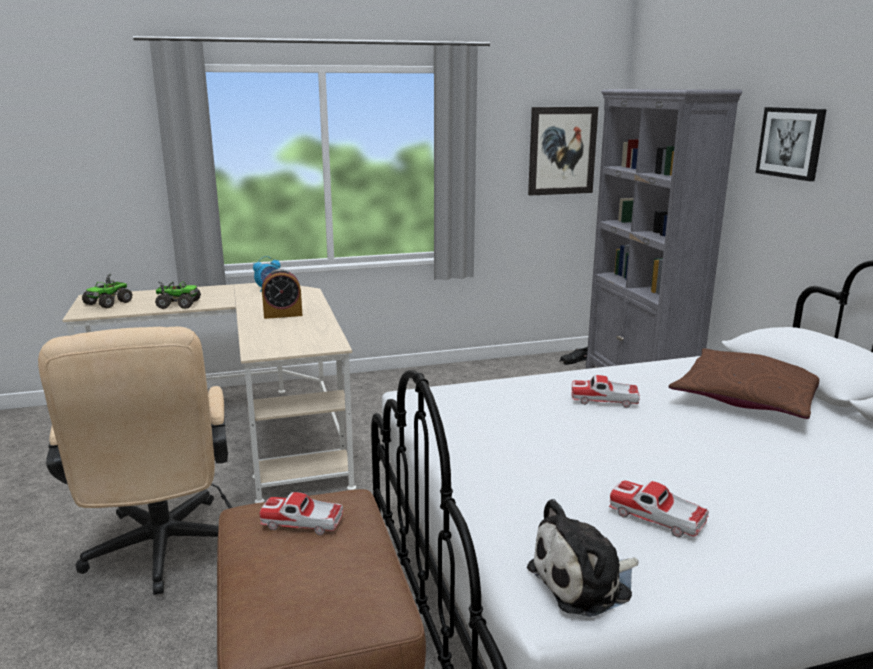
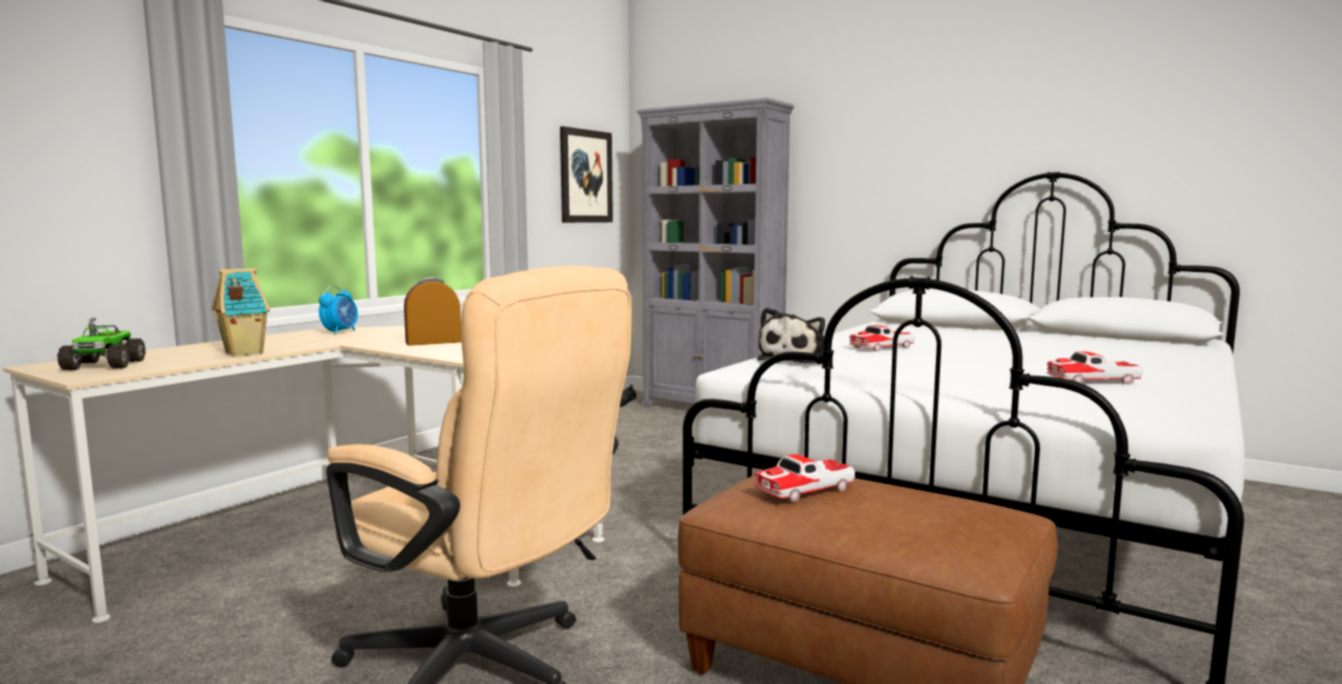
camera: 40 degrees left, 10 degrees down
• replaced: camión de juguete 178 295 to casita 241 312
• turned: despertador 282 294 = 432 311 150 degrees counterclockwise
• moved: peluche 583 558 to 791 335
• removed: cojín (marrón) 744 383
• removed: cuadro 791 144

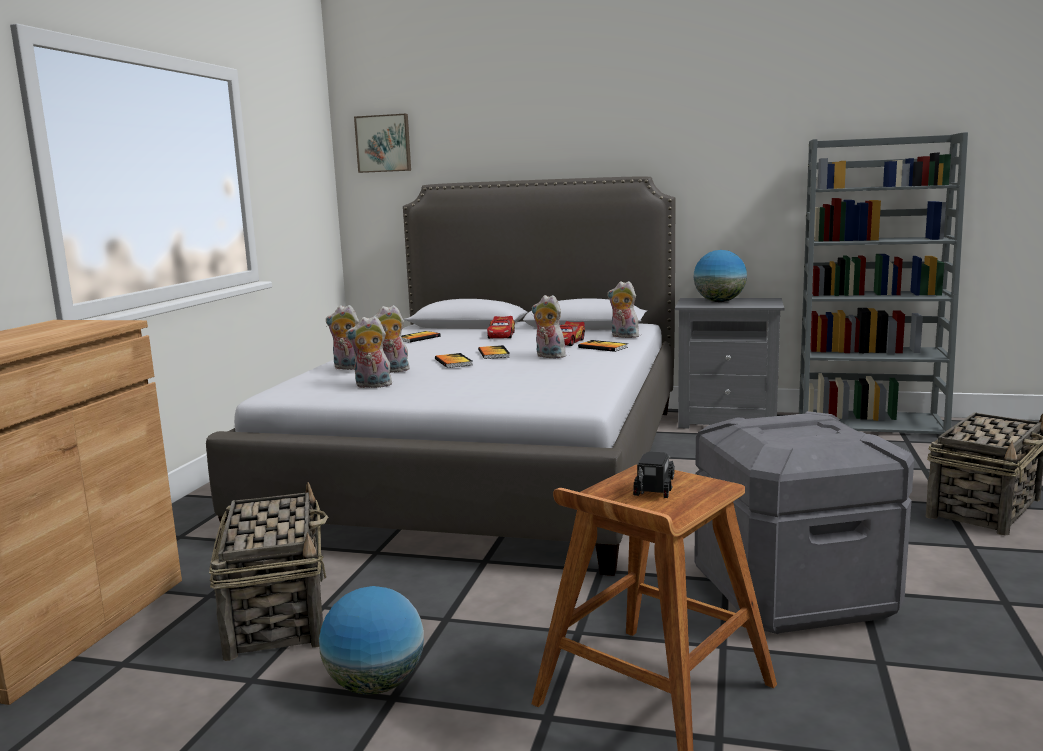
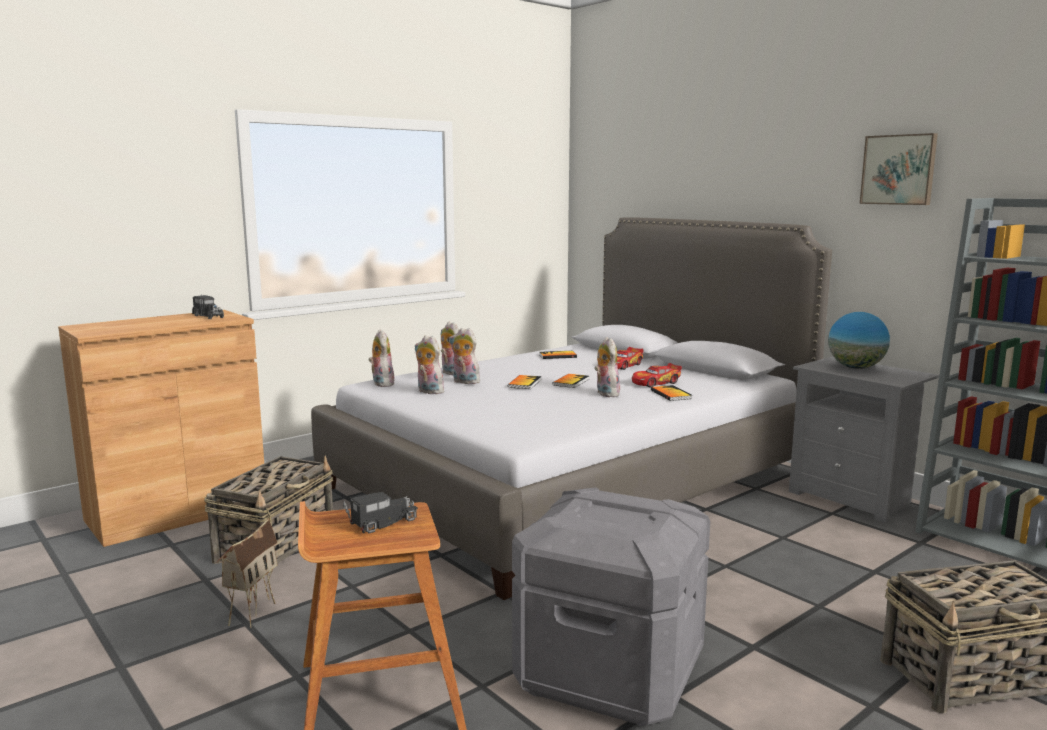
camera: 35 degrees right, 0 degrees up
• added: camión de juguete 208 306
• replaced: globo terráqueo 371 640 to casita 246 573
• moved: peluche 623 309 to 381 358
• moved: cuadro 382 143 to 899 169

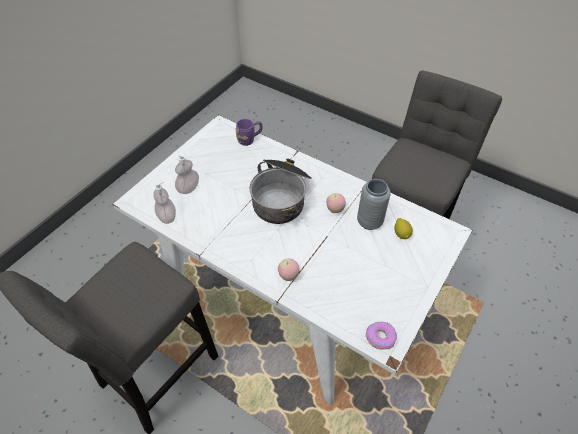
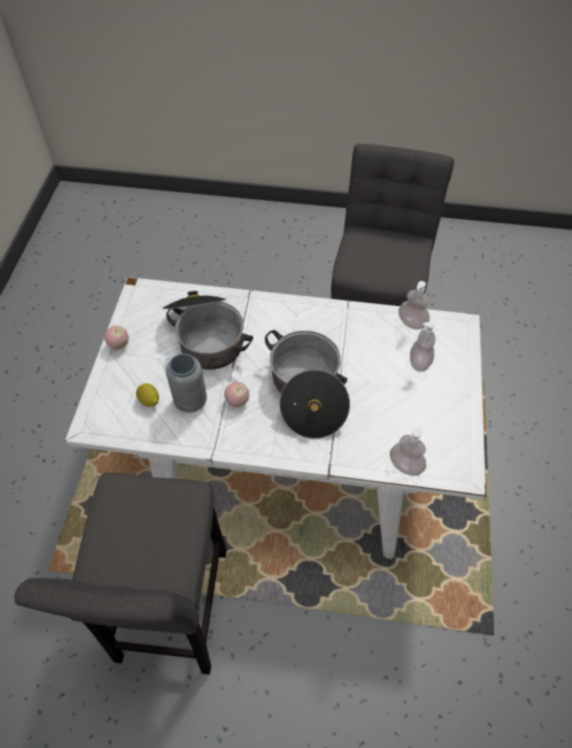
camera: 155 degrees right, 5 degrees up
• moved: manzana 289 270 to 116 338
• added: olla 208 330
• replaced: taza grande (morado) 249 132 to dispensador de jabón 408 451
• removed: rosquilla 381 336

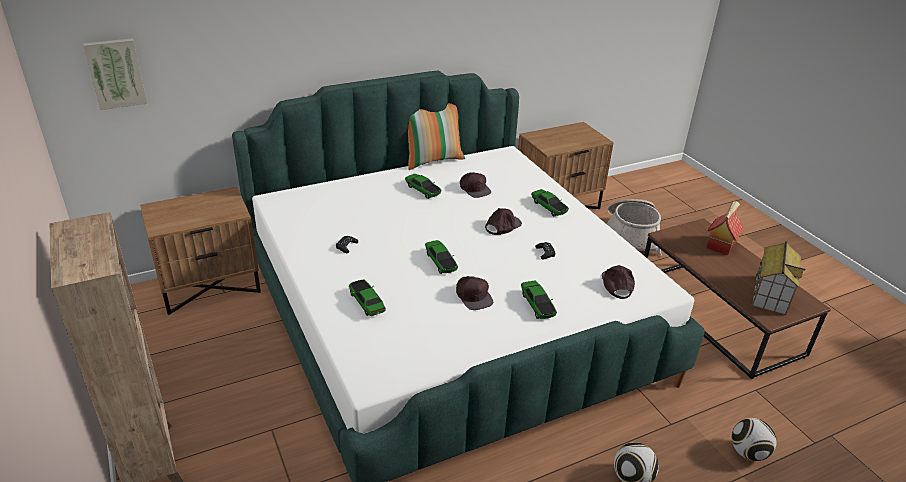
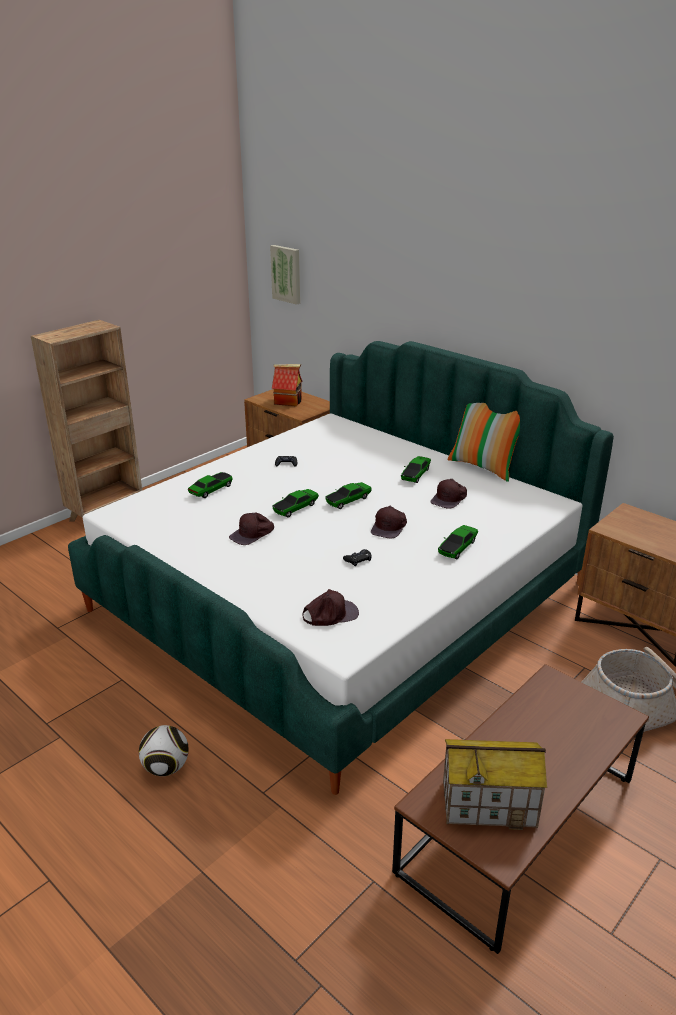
camera: 70 degrees right, 5 degrees down
• moved: casita 725 228 to 287 385
• moved: coche de juguete 539 300 to 348 495
• turned: gorra (marrón) 503 221 = 389 521 90 degrees clockwise
• removed: balón de fútbol 754 439

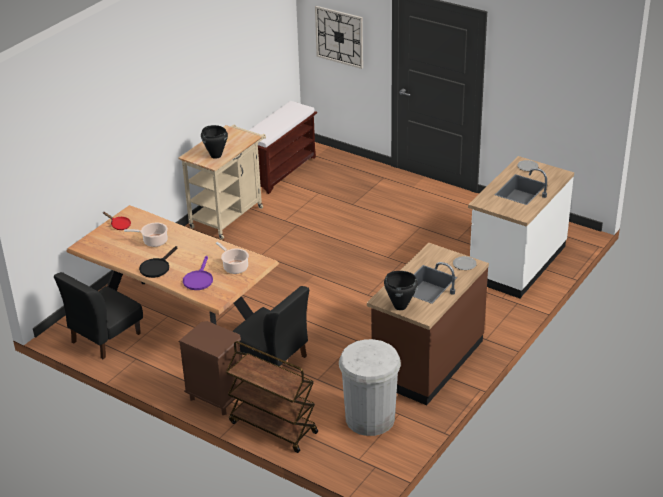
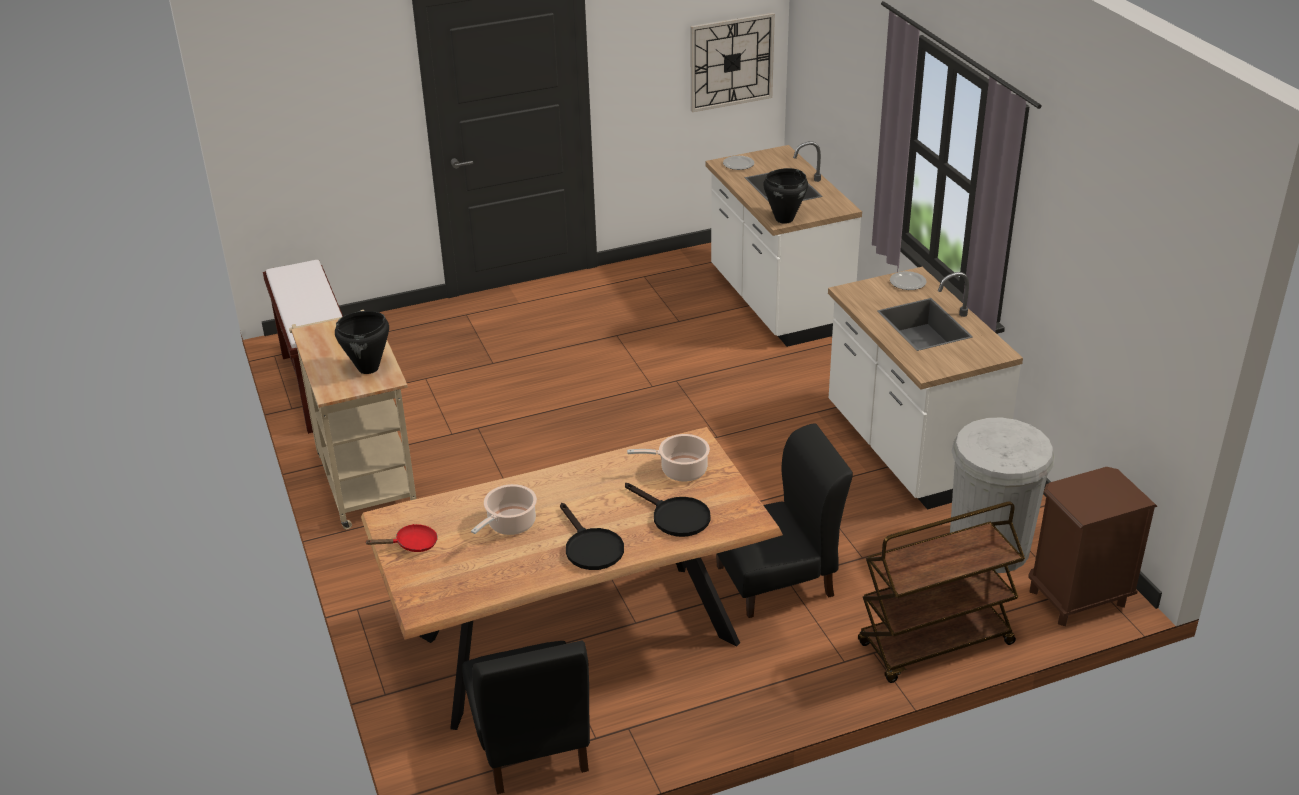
camera: 55 degrees left, 0 degrees up
• recoloured: sartén (morado) 198 273 to sartén (negro) 668 510
• moved: reloj de pared 339 37 to 732 62
• moved: olla (negro) 401 290 to 785 196
• recoloured: mueble bajo de cocina (marrón) 428 324 to mueble bajo de cocina (blanco) 925 388
• moved: mesita de noche (marrón) 210 368 to 1092 546

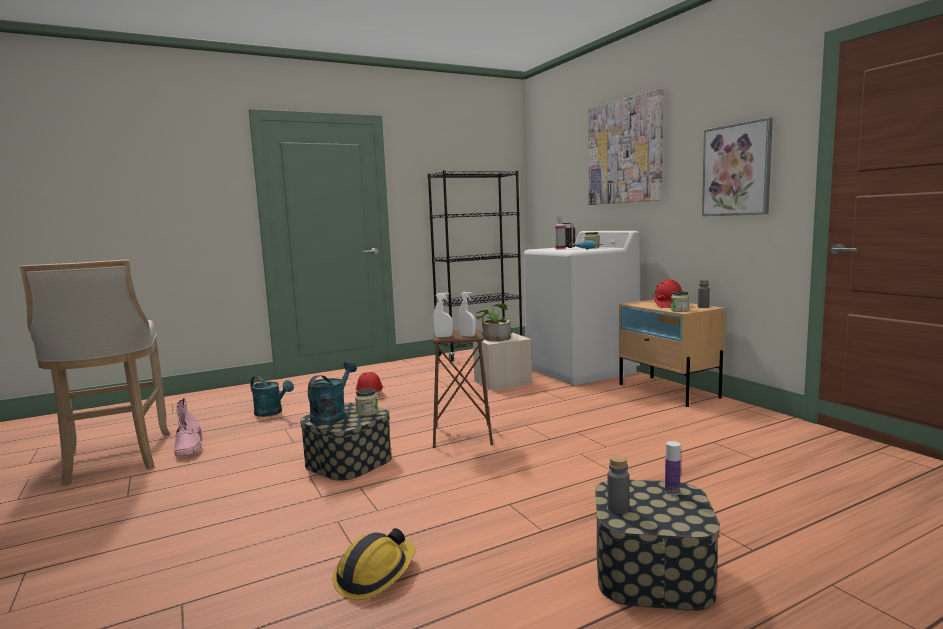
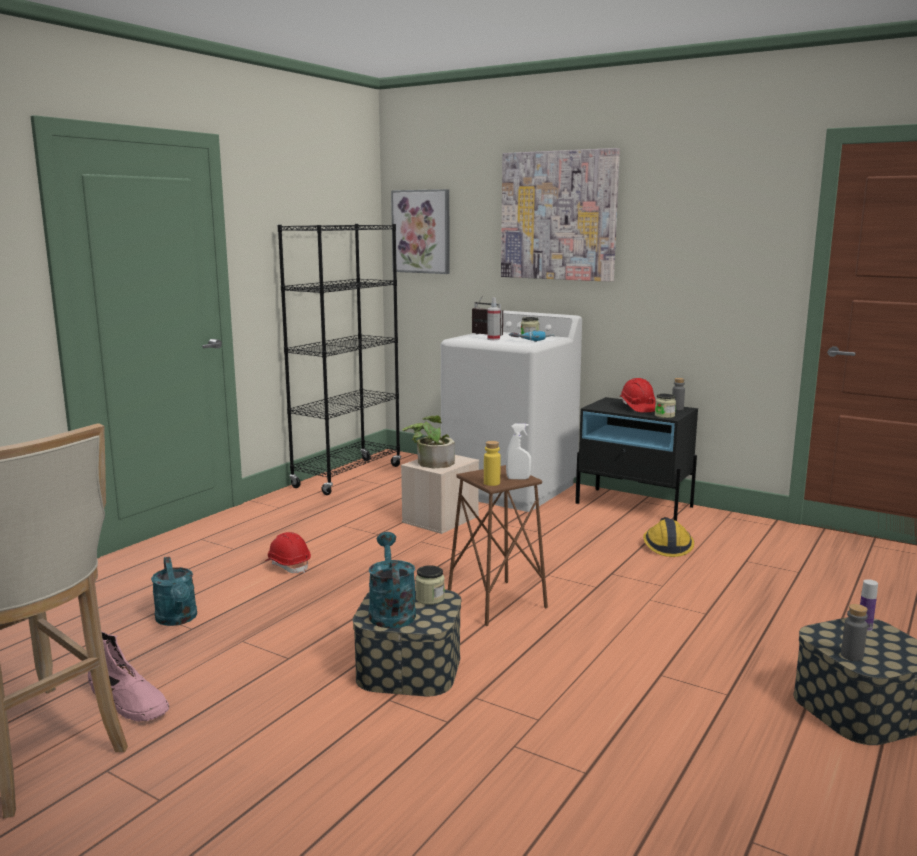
camera: 30 degrees left, 5 degrees up
• turned: regadera (turquesa) 272 396 = 174 591 60 degrees clockwise
• moved: cuadro 737 167 to 420 231
• replaced: pulverizador (blanco) 443 315 to botella (amarillo) 492 463
• recoloured: mesita de noche (beis) 672 353 to mesita de noche (negro) 636 459
• moved: casco 374 564 to 668 537

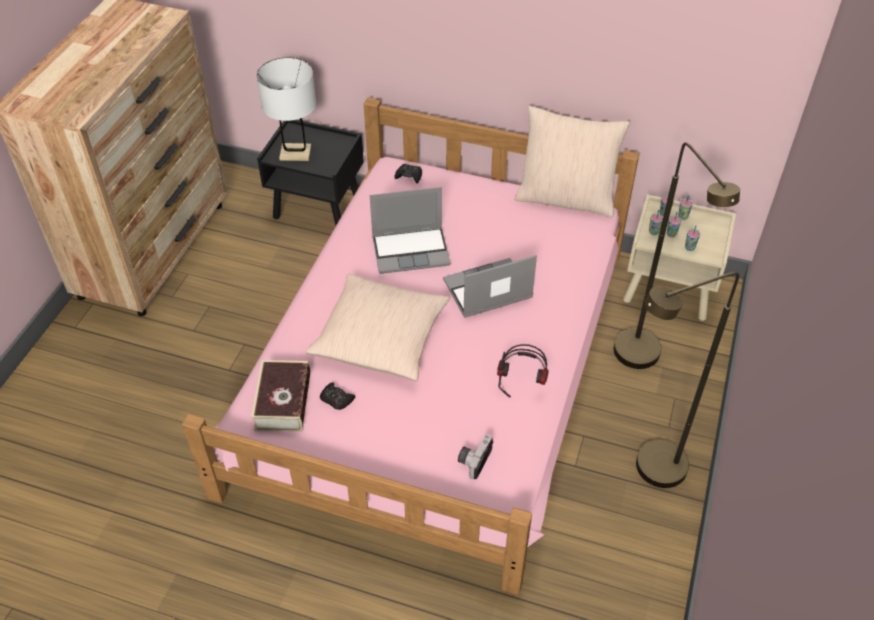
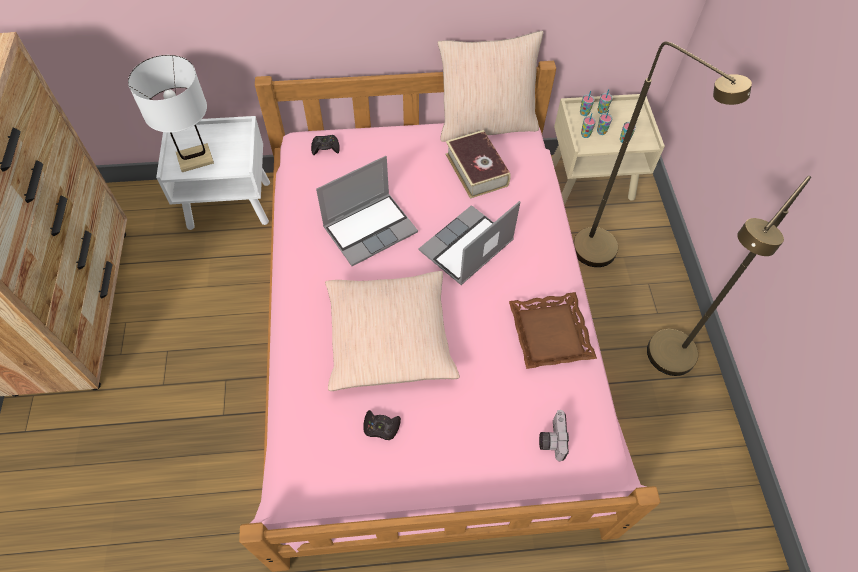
camera: 25 degrees left, 10 degrees up
• recoloured: mesita de noche (negro) 310 173 to mesita de noche (blanco) 213 173
• moved: libro 280 395 to 478 164
• replaced: auriculares 523 370 to bandeja (marrón) 553 330

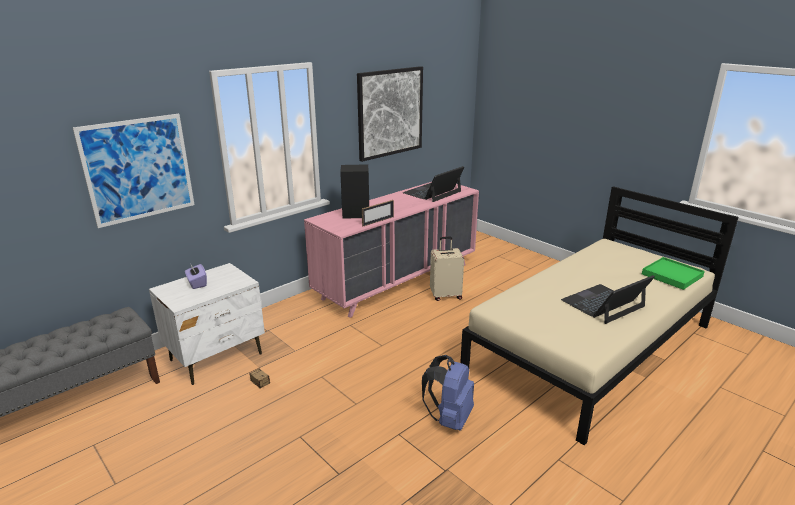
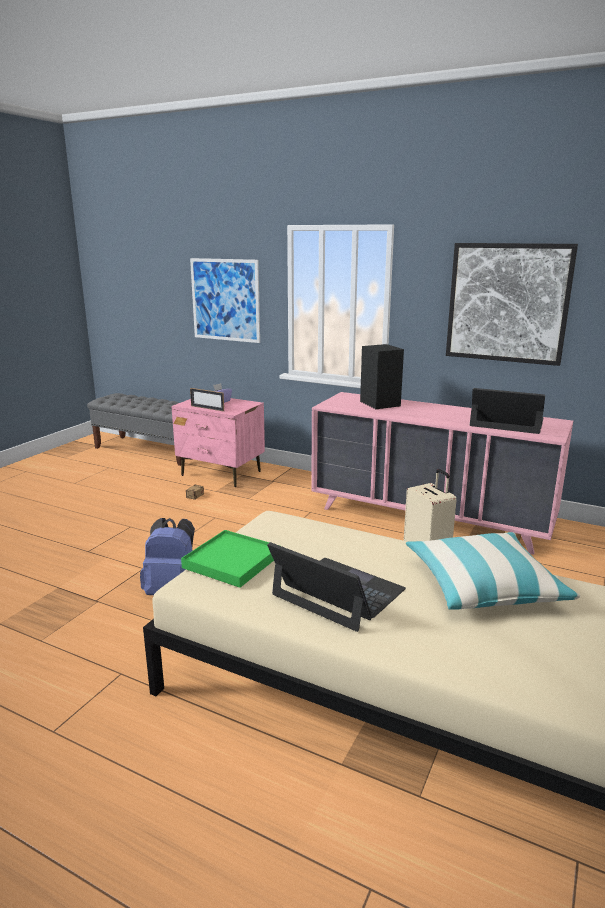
camera: 70 degrees right, 5 degrees down
• recoloured: mesita de noche (blanco) 207 324 to mesita de noche (rosa) 218 442
• moved: bandeja (verde) 673 273 to 230 559
• moved: portarretratos 378 213 to 207 399
• added: cojín 493 571

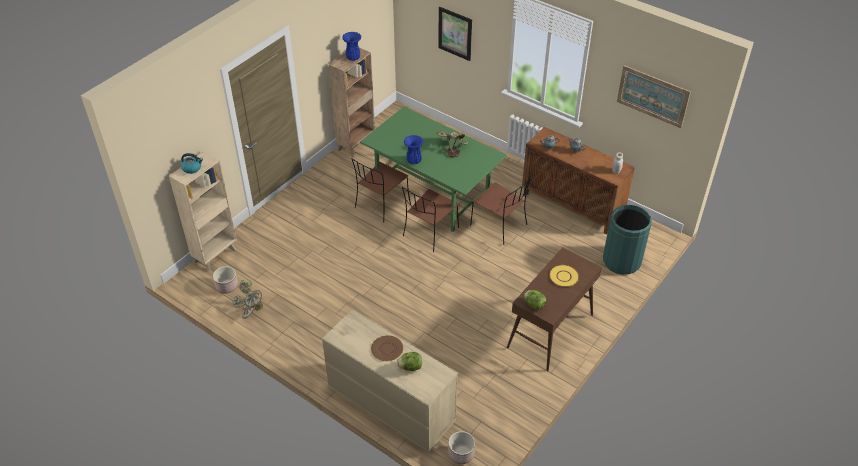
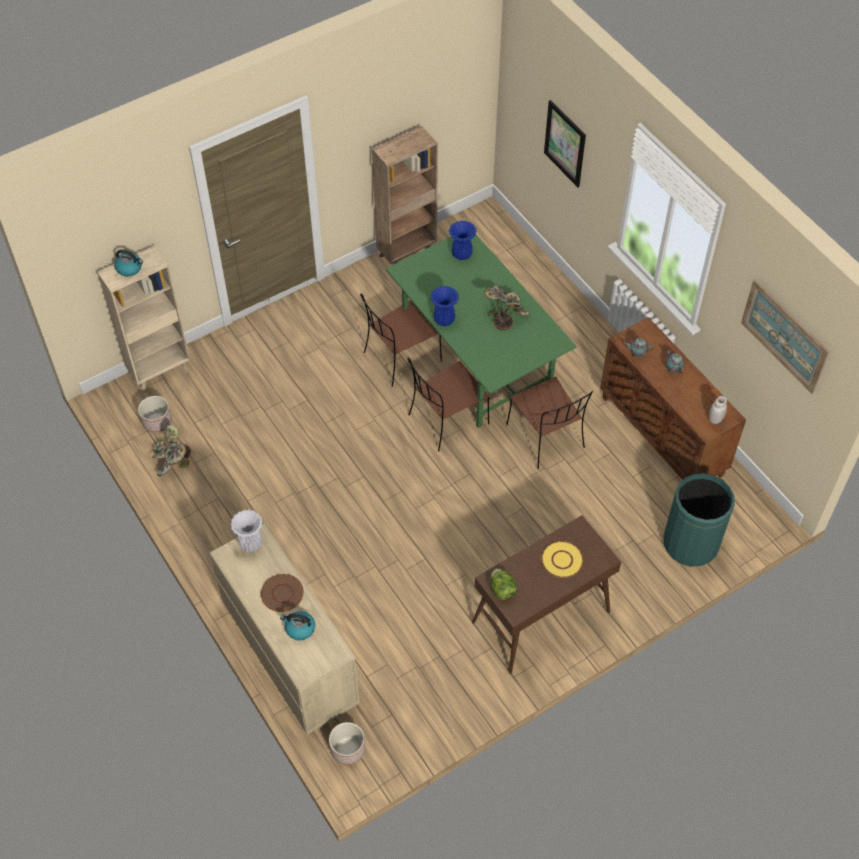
camera: 20 degrees right, 10 degrees up
• added: florero (blanco) 247 531
• replaced: lechuga 409 361 to hervidor 297 625
• moved: florero (azul) 351 46 to 462 240

